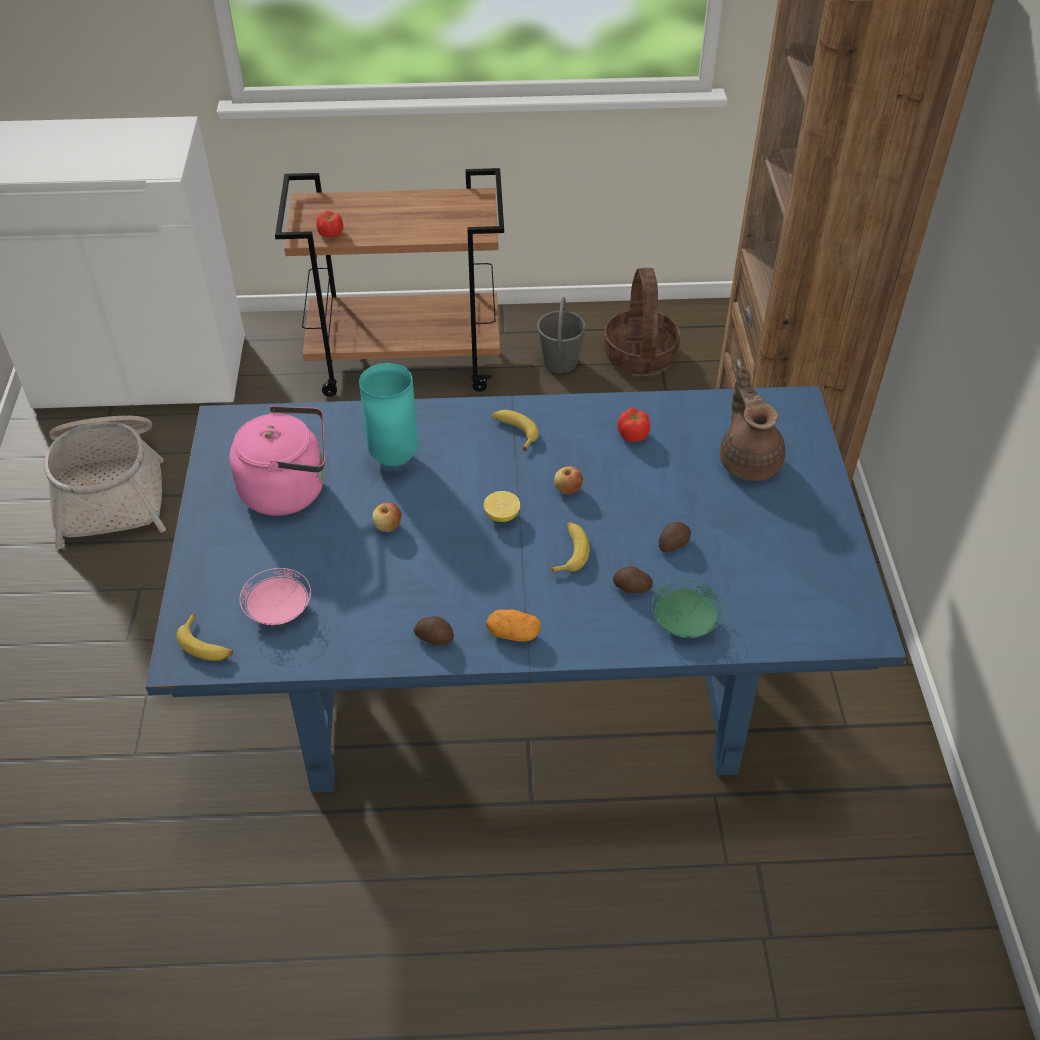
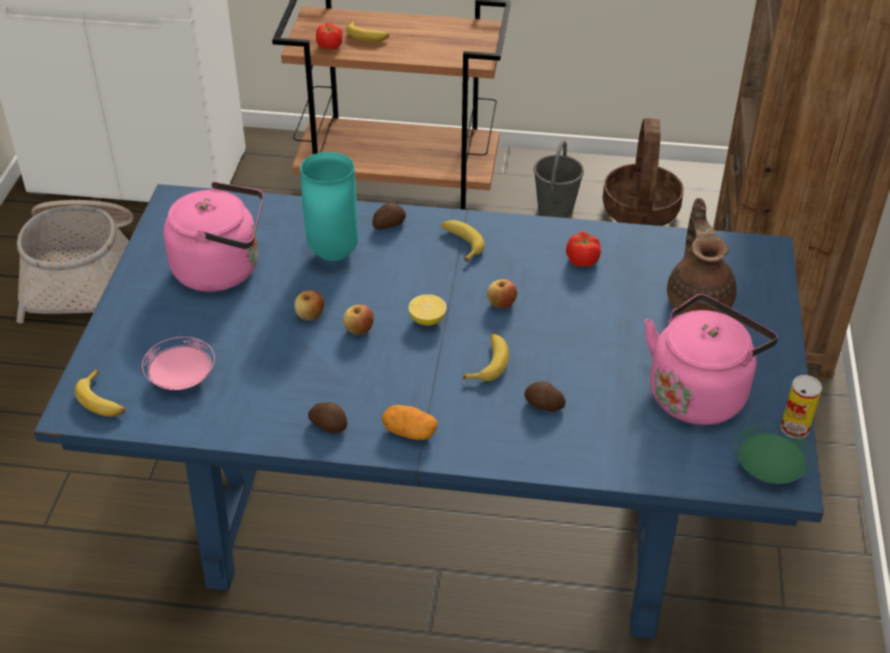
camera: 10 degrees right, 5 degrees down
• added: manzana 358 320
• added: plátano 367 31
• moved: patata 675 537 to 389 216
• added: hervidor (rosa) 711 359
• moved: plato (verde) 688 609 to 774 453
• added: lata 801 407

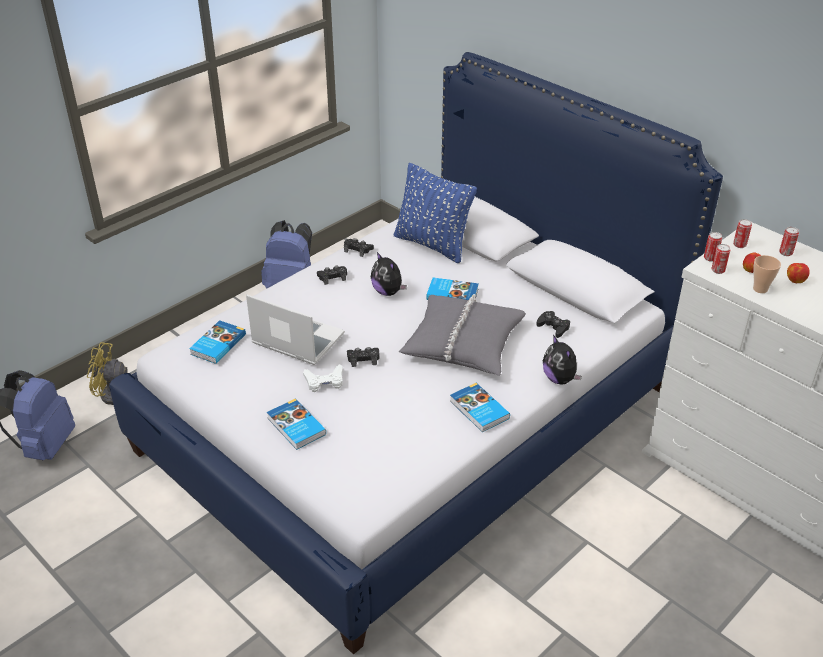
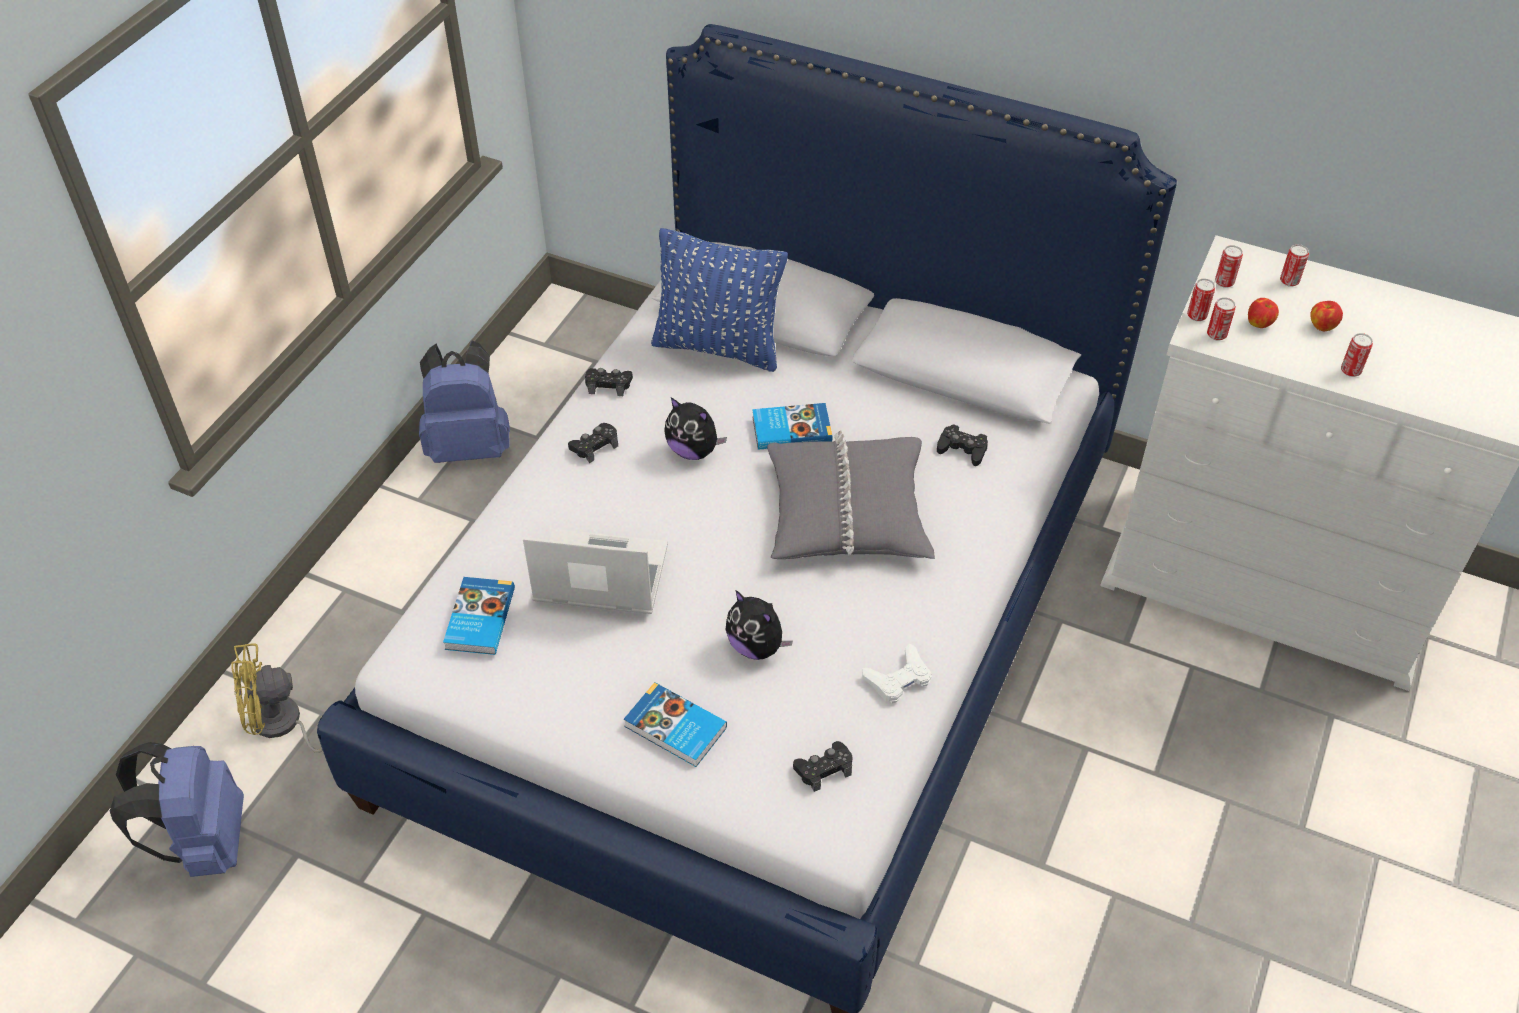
camera: 20 degrees left, 10 degrees up
• moved: peluche 562 360 to 759 625
• moved: mando de consola (negro) 363 357 to 823 766
• moved: mando de consola (blanco) 323 378 to 897 673
• added: lata 1357 355
• removed: libro 480 407
• removed: taza 767 274

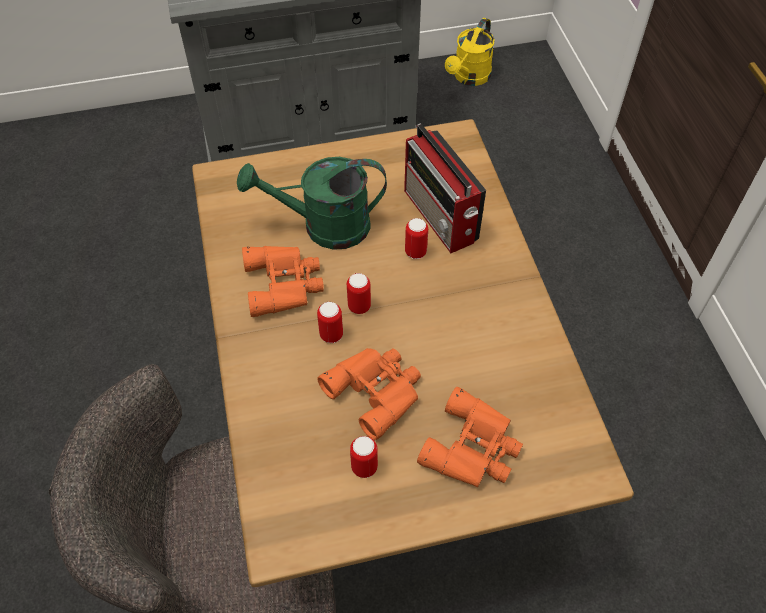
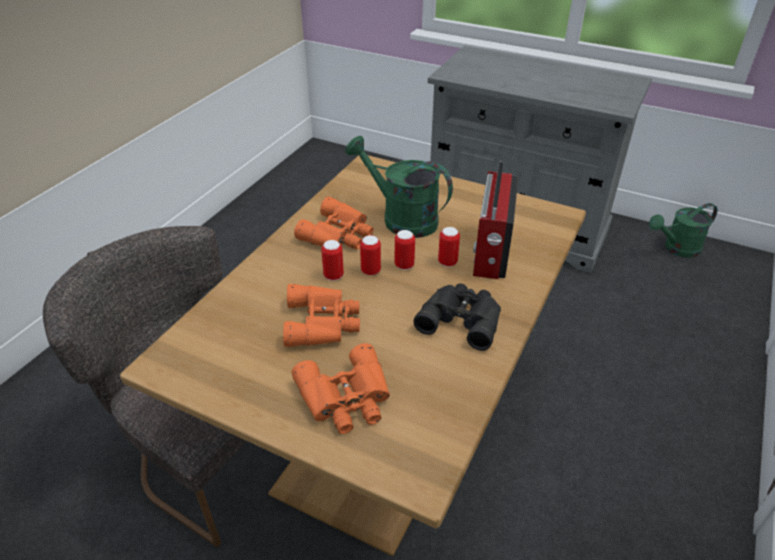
camera: 40 degrees right, 15 degrees down
• moved: lata 364 457 to 405 250
• added: prismáticos (negro) 457 317
• recoloured: regadera (amarillo) 470 52 to regadera (verde) 683 230

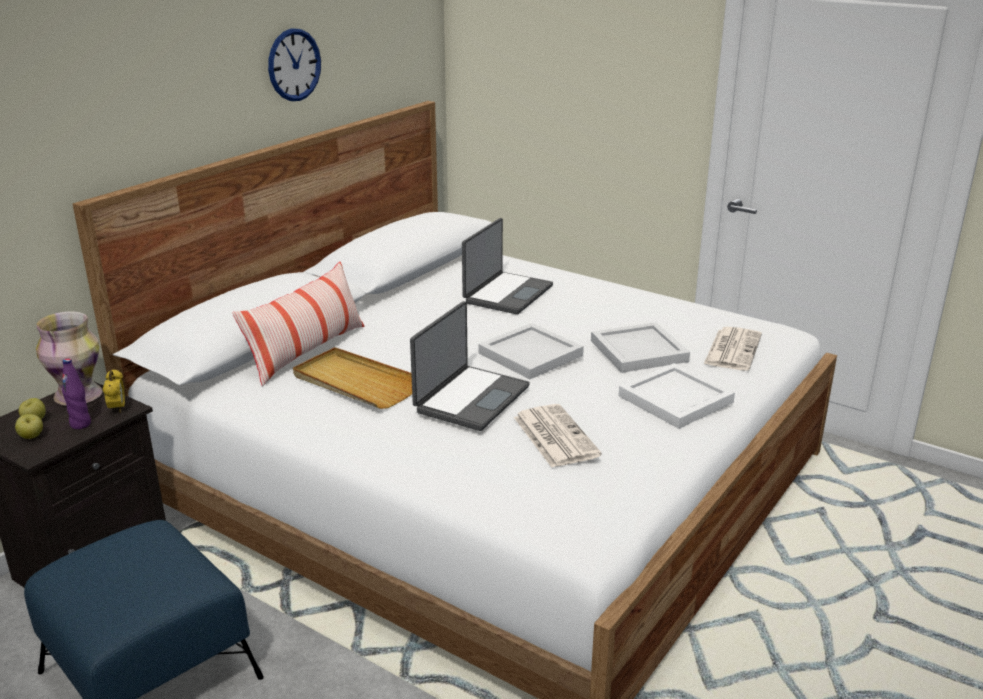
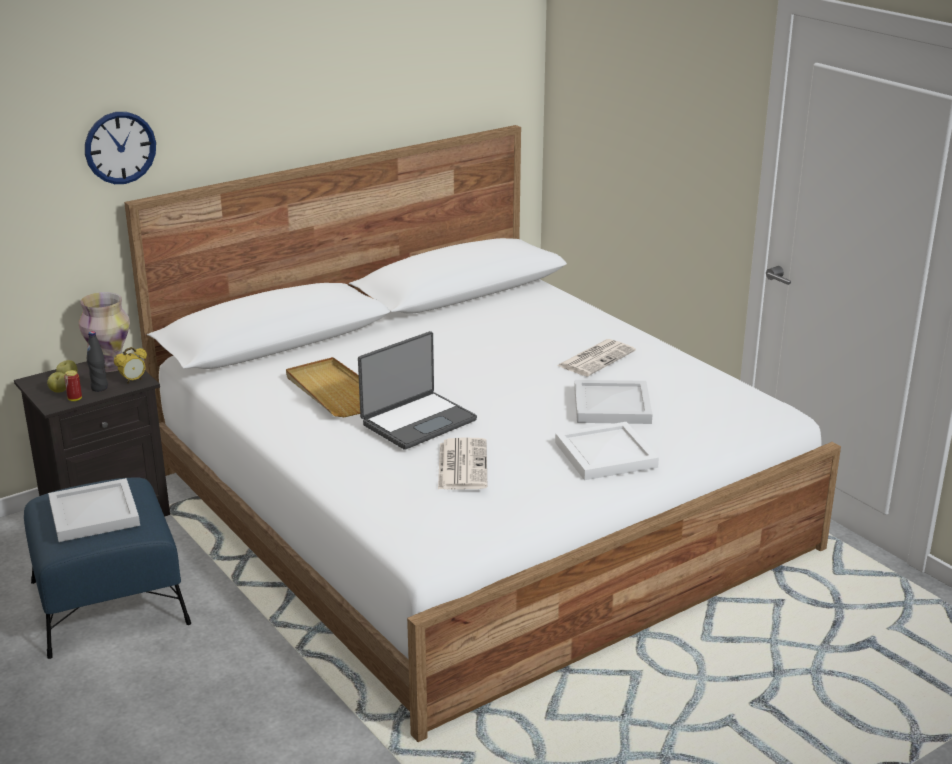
camera: 20 degrees right, 0 degrees up
• moved: bandeja (blanco) 531 351 to 94 510
• added: lata 73 385
• moved: reloj de pared 294 64 to 120 148
• recoloured: botella (morado) 76 393 to botella (negro) 97 361
• turned: despertador 113 391 = 130 365 45 degrees clockwise
• moved: periódico 733 349 to 596 357
• removed: cojín 298 324
• removed: portátil 507 266

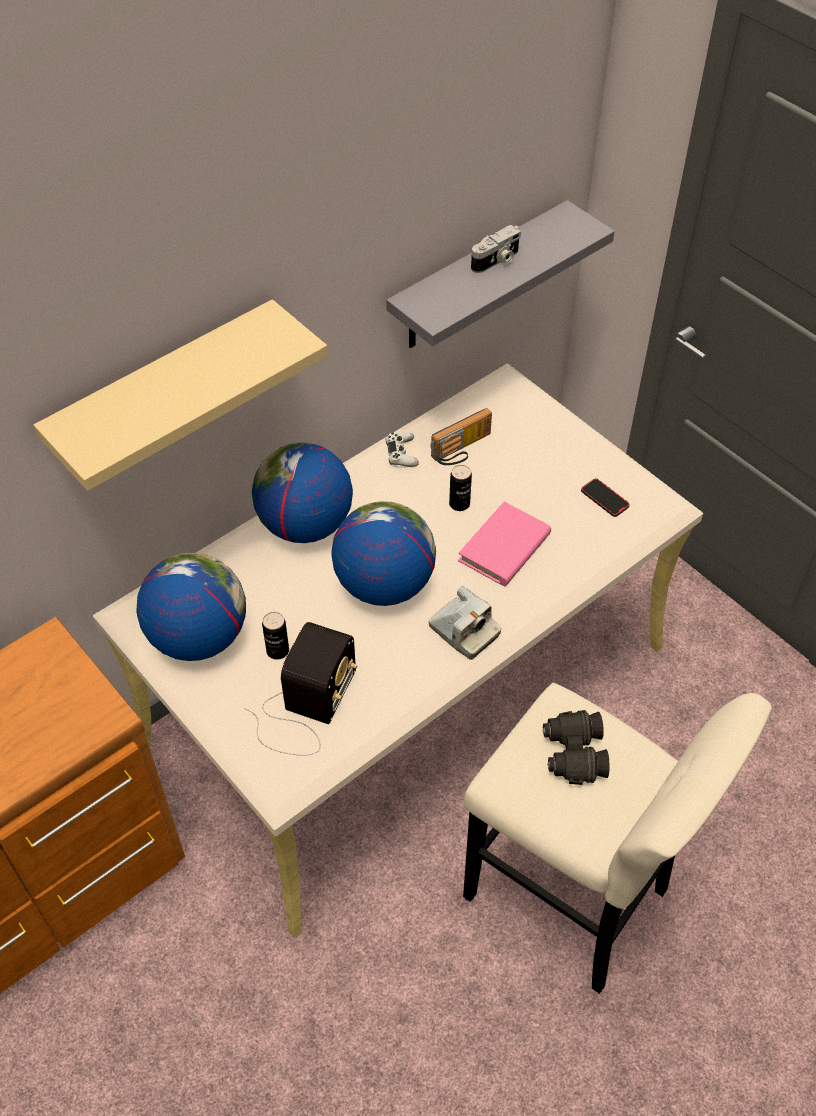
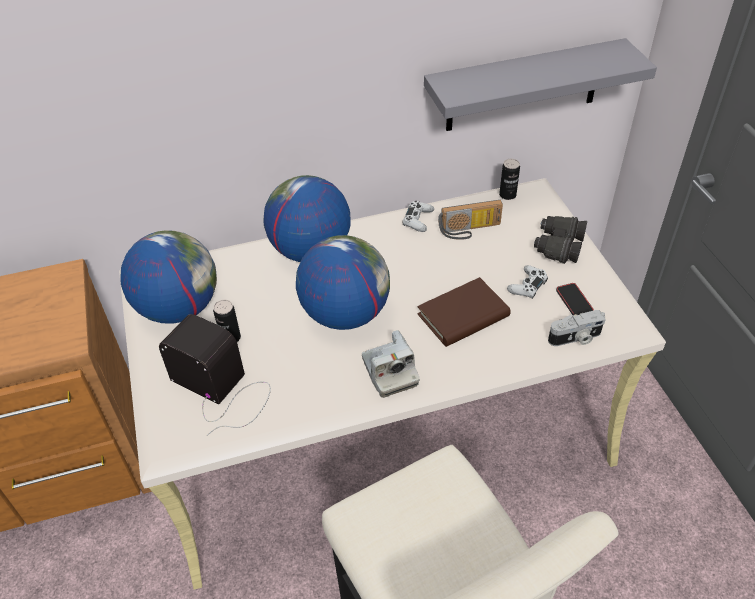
camera: 25 degrees right, 5 degrees down
• turned: radio 301 689 = 215 375 105 degrees counterclockwise
• recoloured: libro (rosa) 504 544 to libro (marrón) 464 312
• moved: lata 460 487 to 509 179
• added: mando de consola (blanco) 527 282
• moved: prismáticos (negro) 576 747 to 560 240
• moved: cámara 496 249 to 577 328
• removed: estante (beis) 181 395

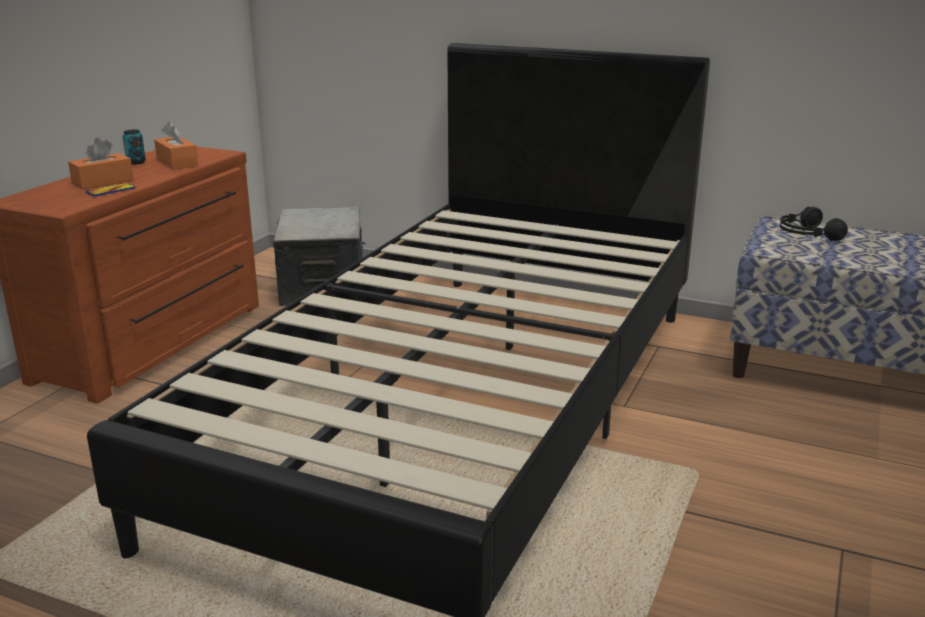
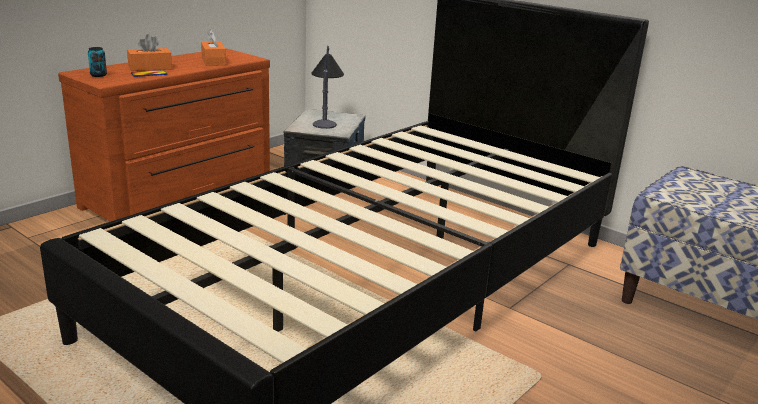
camera: 15 degrees right, 0 degrees up
• moved: lata 134 147 to 97 62
• added: lámpara de mesa 327 87
• removed: auriculares (negro) 814 223

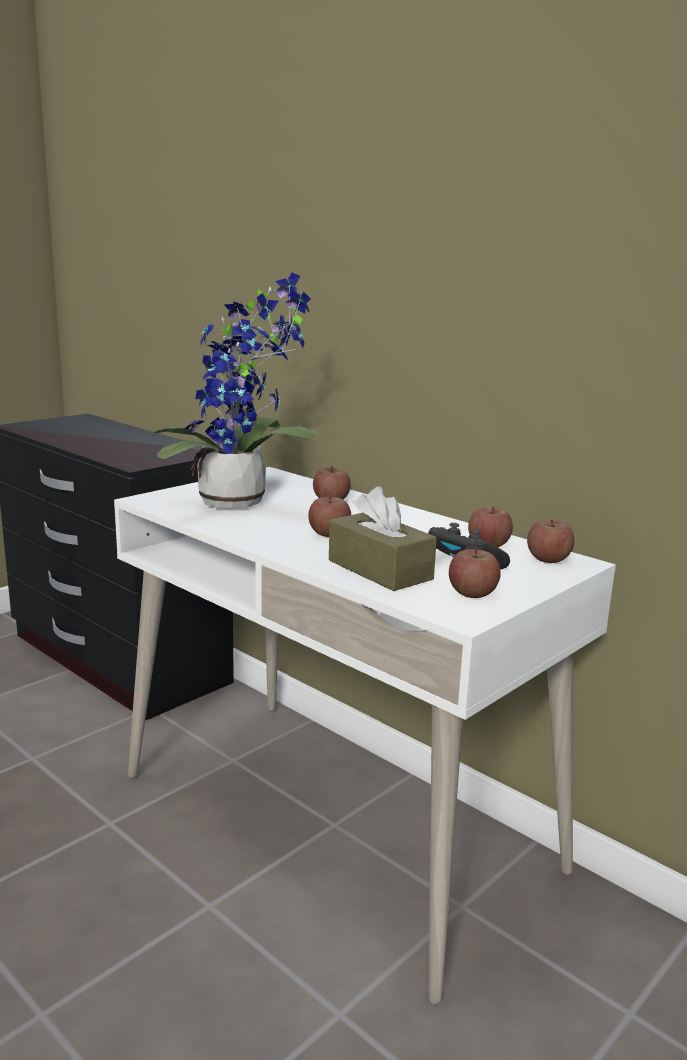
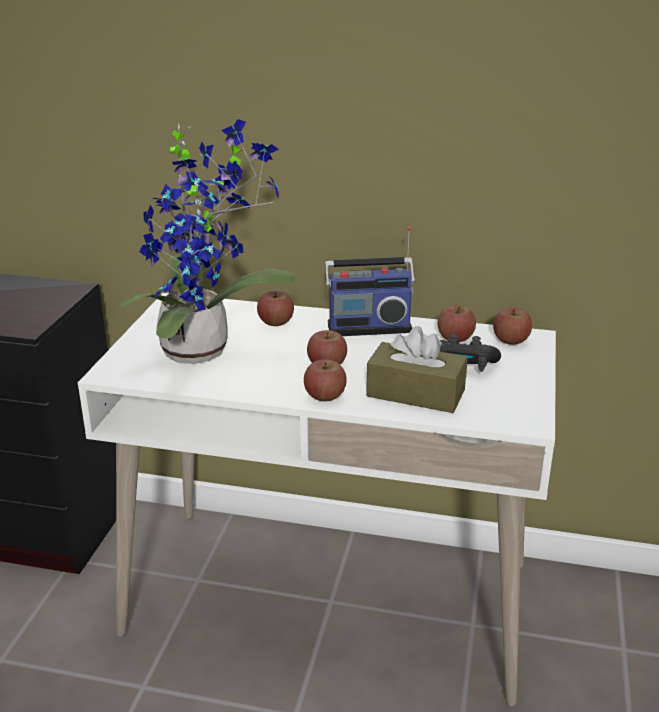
camera: 30 degrees left, 10 degrees up
• moved: manzana 475 573 to 325 380
• added: radio 370 281

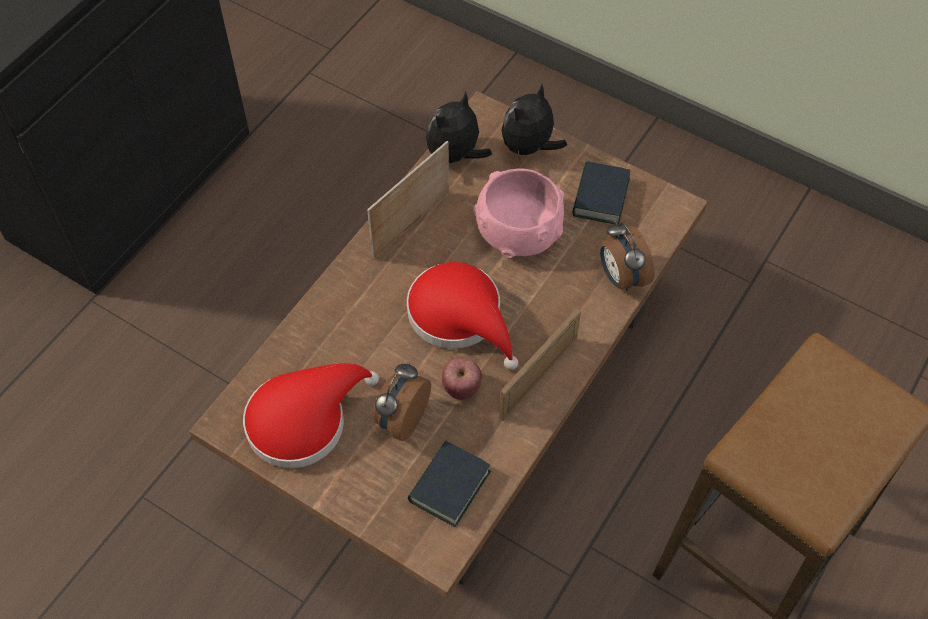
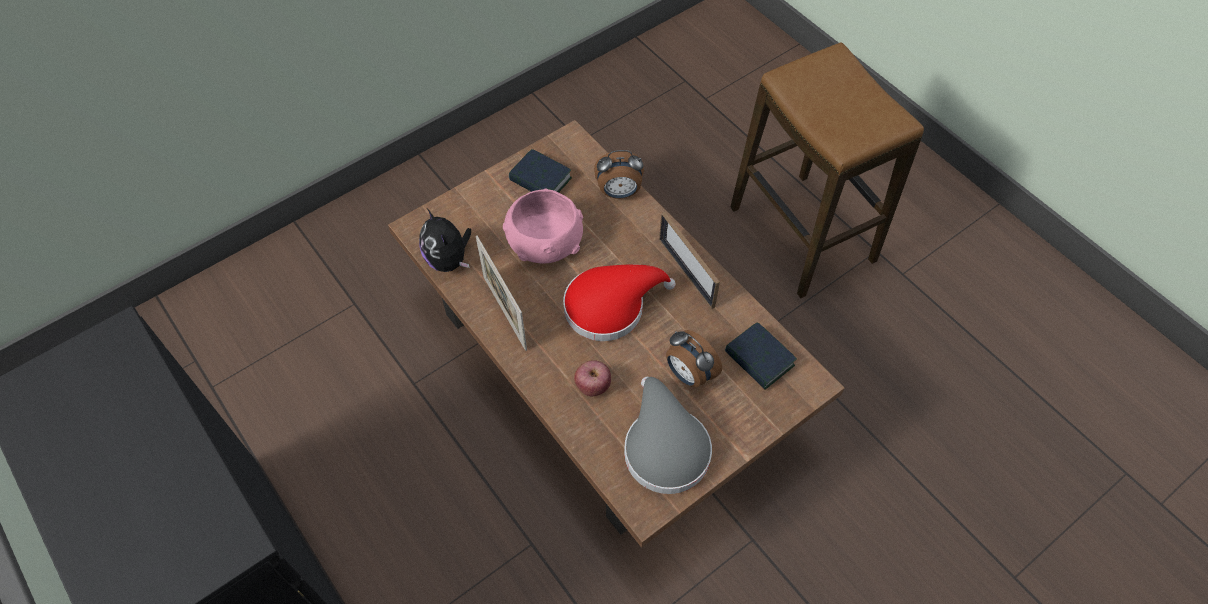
camera: 70 degrees left, 0 degrees up
• moved: manzana 462 378 to 592 378
• recoloured: sombrero (rojo) 311 415 to sombrero (gris) 668 435
• removed: peluche 534 123

